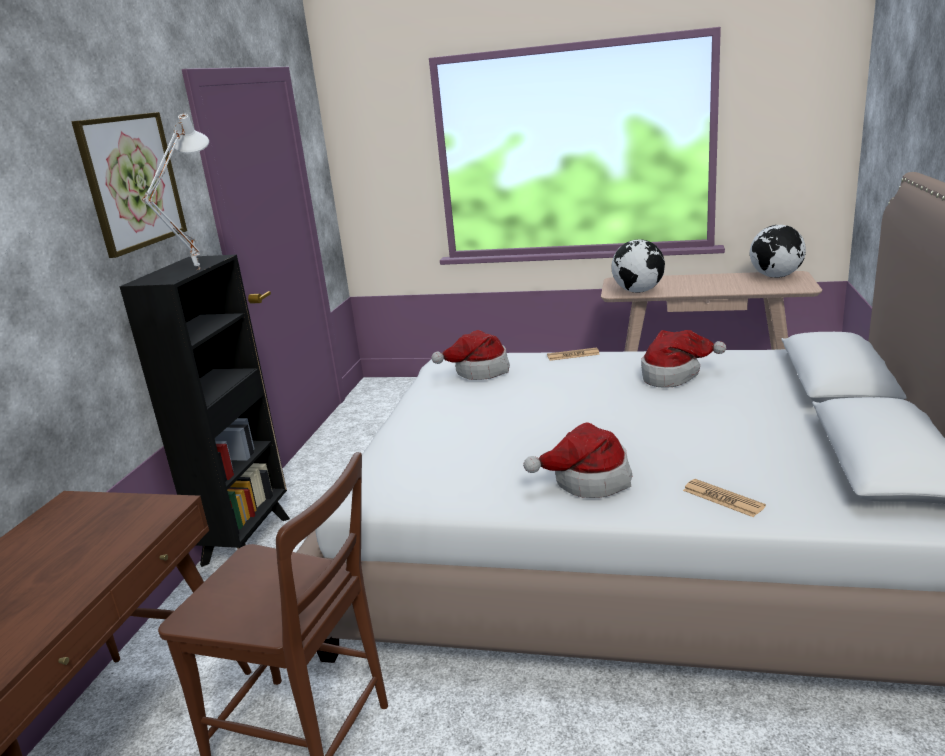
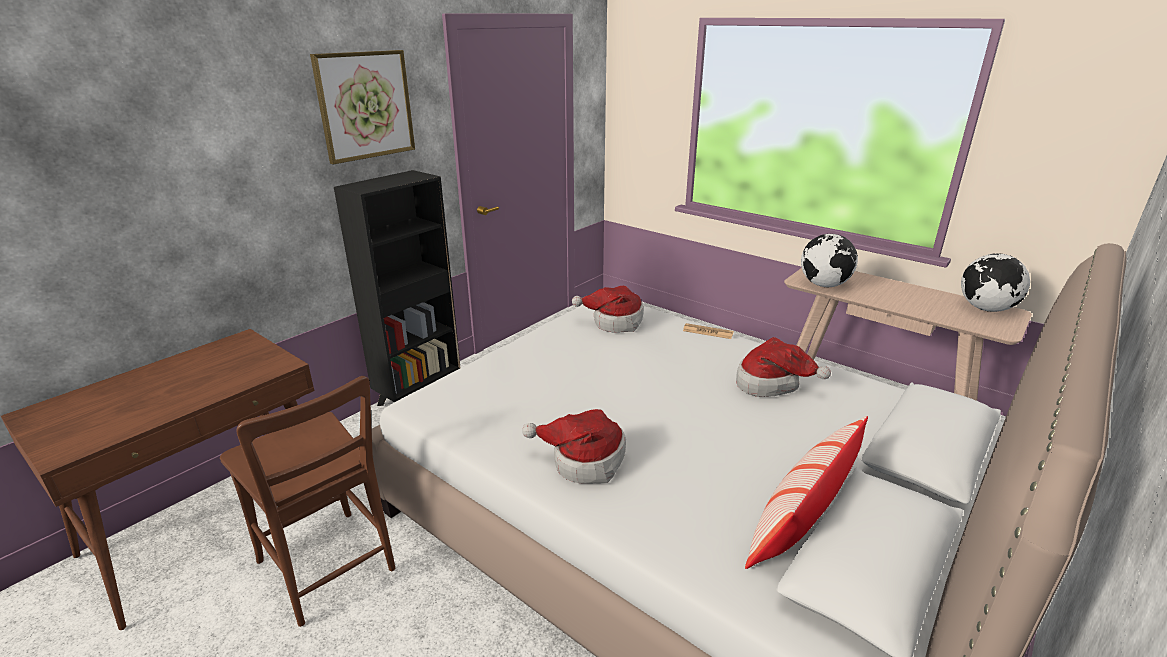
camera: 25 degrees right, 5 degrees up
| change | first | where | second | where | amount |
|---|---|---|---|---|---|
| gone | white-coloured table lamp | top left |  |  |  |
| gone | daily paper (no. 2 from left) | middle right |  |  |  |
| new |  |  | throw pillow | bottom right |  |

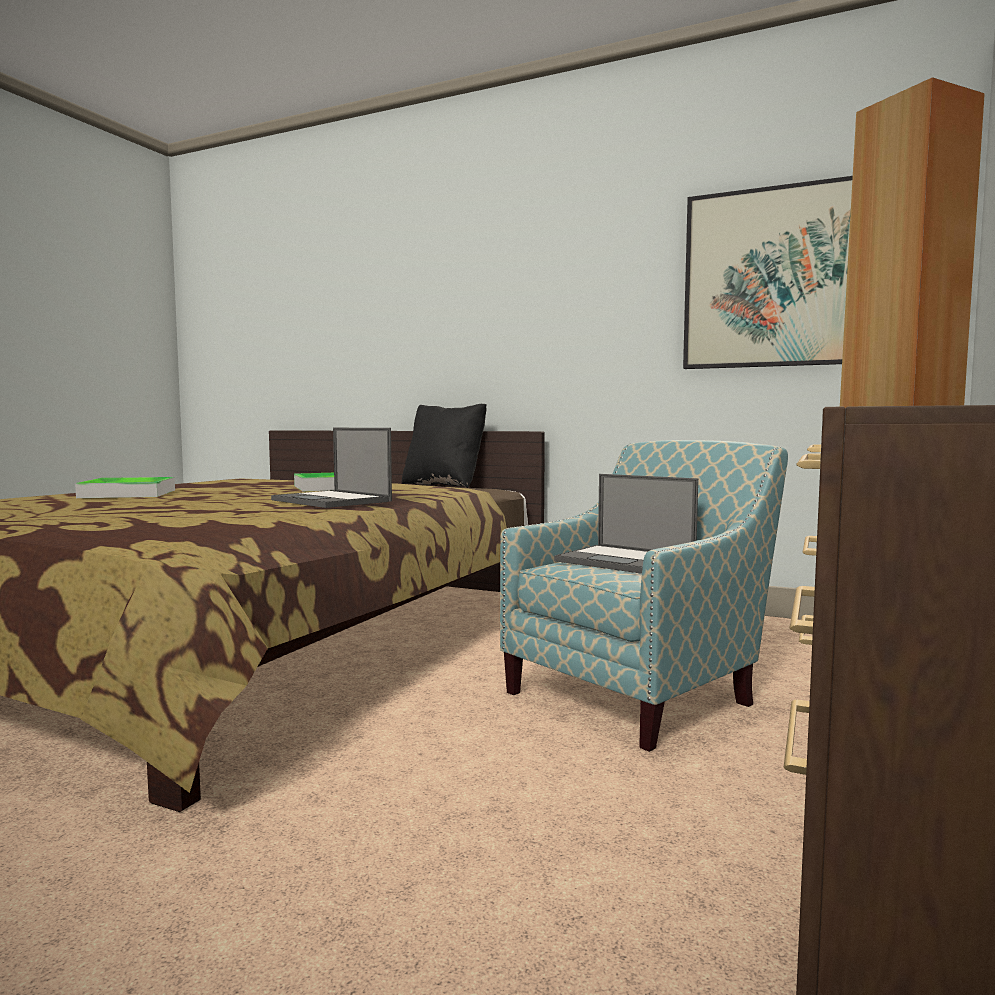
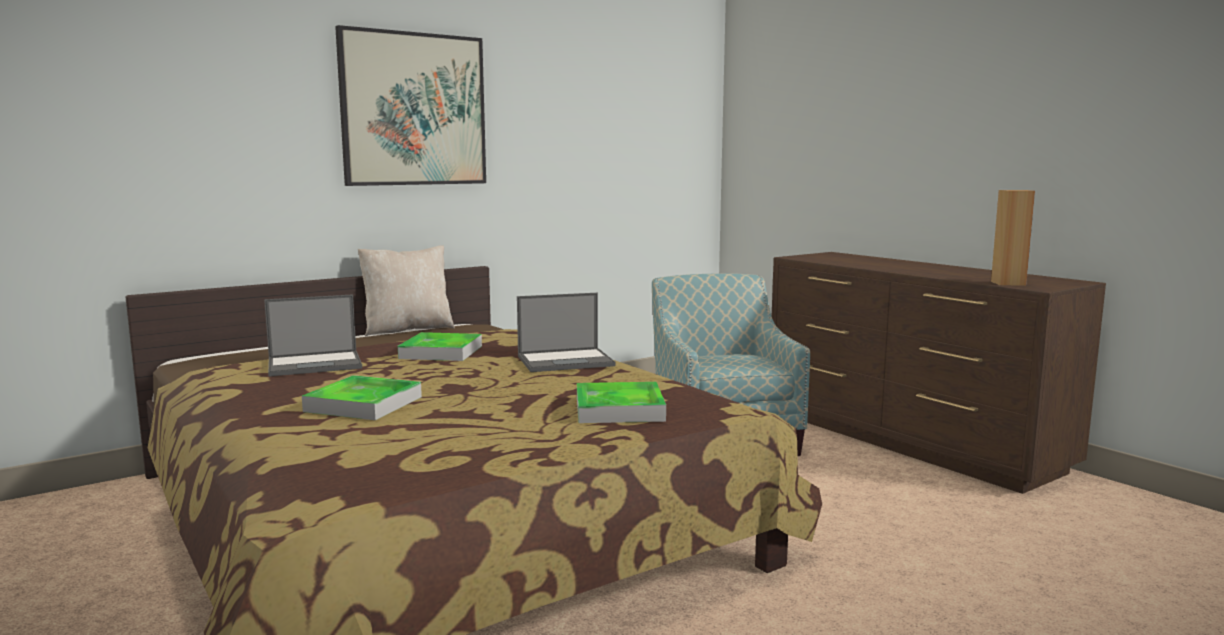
camera: 60 degrees left, 5 degrees up
| change | first | where | second | where | amount |
|---|---|---|---|---|---|
| shifted | wall picture | top right |  | top centre |  |
| repainted | blackish throw pillow | centre | beige-coloured throw pillow | middle left |  |
| shifted | notebook computer (no. 2 from left in the first image) | centre | notebook computer (no. 1 from left) | middle left |  |
| new |  |  | tray (no. 3 from left) | centre |  |

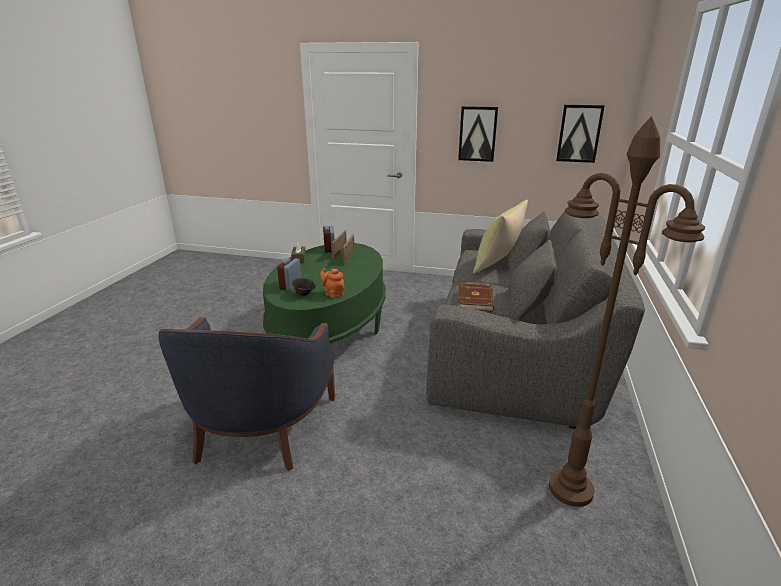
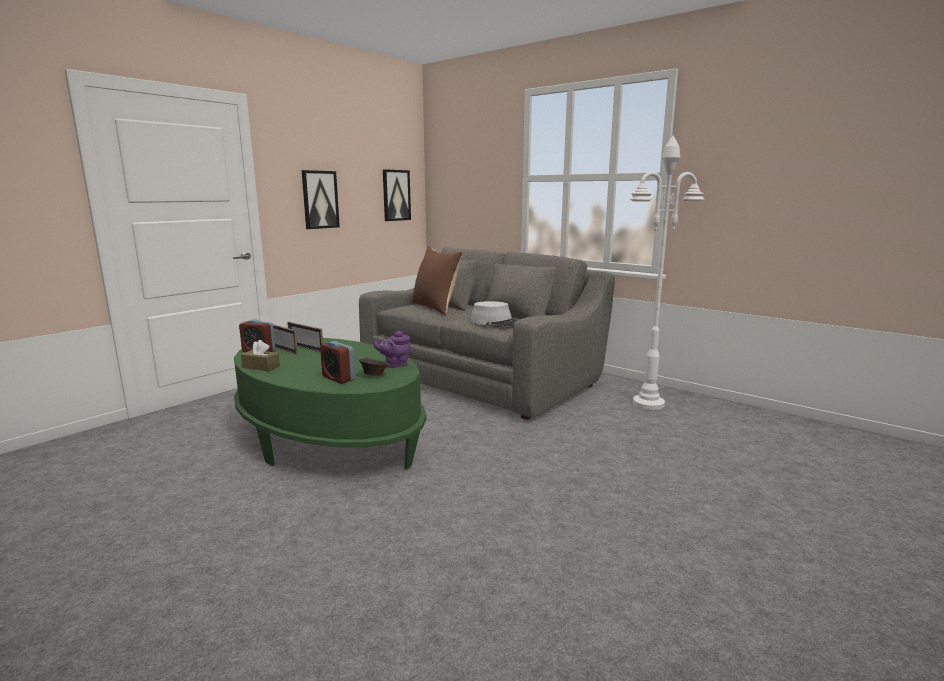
camera: 65 degrees left, 10 degrees down
| change | first | where | second | where | amount |
|---|---|---|---|---|---|
| repainted | brown standing lamp | middle right | white-coloured standing lamp | middle right |  |
| repainted | yellowish throw pillow | centre | brown throw pillow | centre |  |
| repainted | orange teapot | centre | purplish teapot | centre |  |
| swapped | brown book | centre | greyish hat | centre |  |
| gone | blue lounge chair | bottom left |  |  |  |

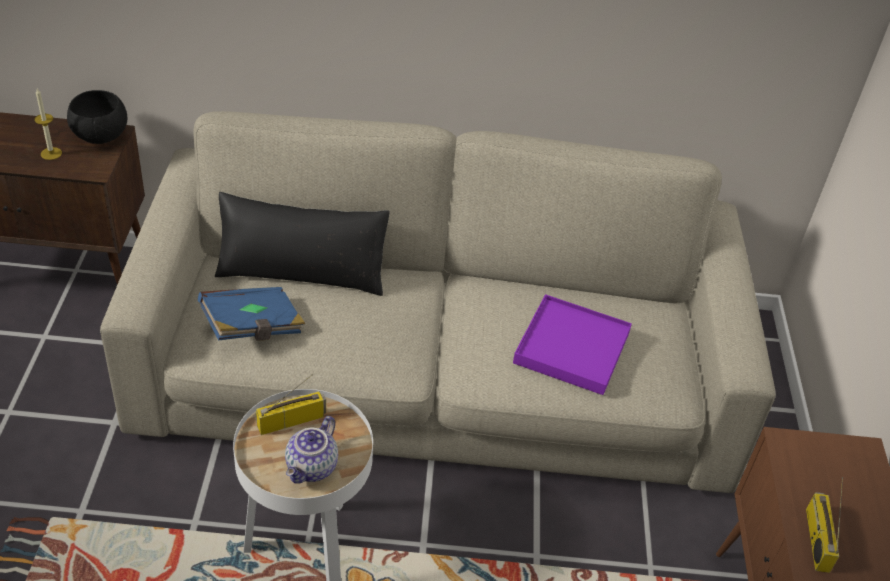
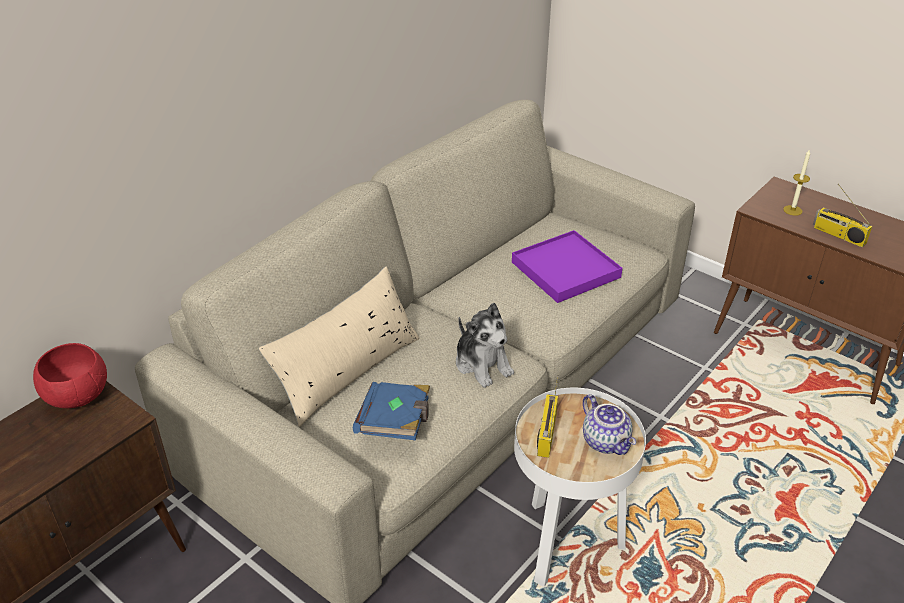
camera: 50 degrees left, 5 degrees down
| change | first | where | second | where | amount |
|---|---|---|---|---|---|
| shifted | wax light | top left |  | top right |  |
| repainted | blackish serving bowl | top left | red-coloured serving bowl | middle left |  |
| repainted | blackish throw pillow | centre | beige-coloured throw pillow | centre |  |
| new |  |  | cuddly toy | centre |  |

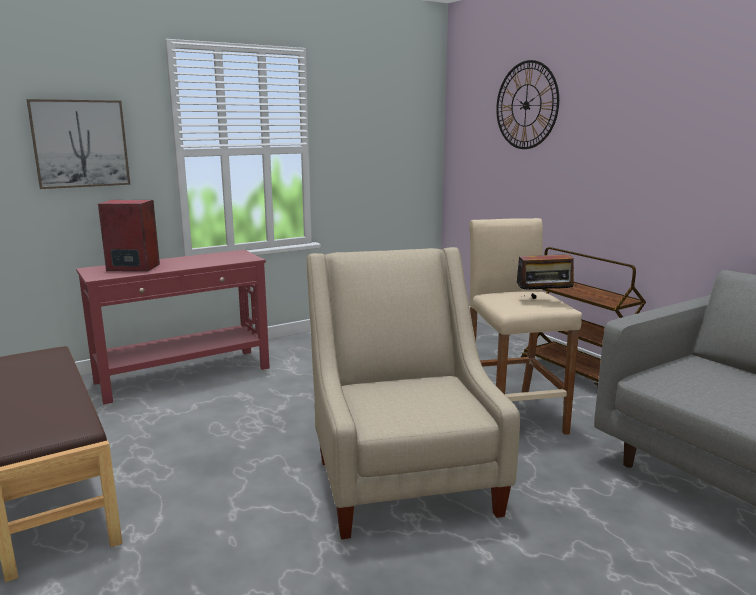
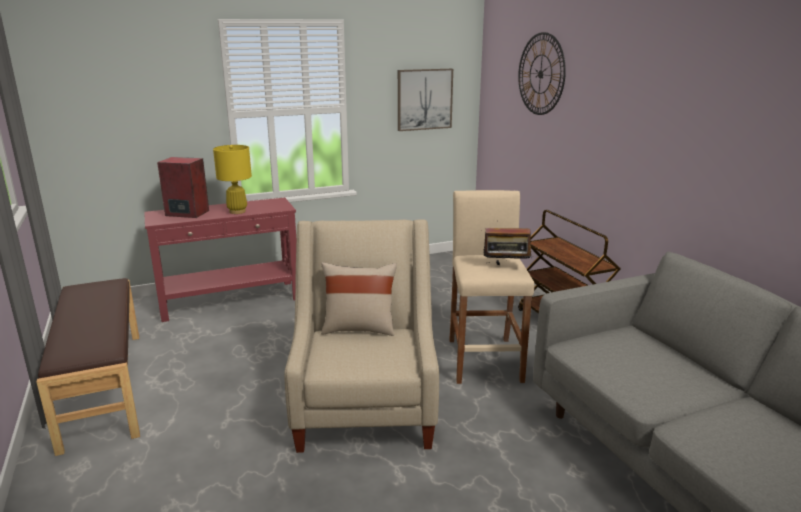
camera: 10 degrees right, 5 degrees up
| change | first | where | second | where | amount |
|---|---|---|---|---|---|
| shifted | wall picture | top left |  | top centre |  |
| new |  |  | yellowish table lamp | middle left |  |
| new |  |  | beige-coloured throw pillow | centre |  |

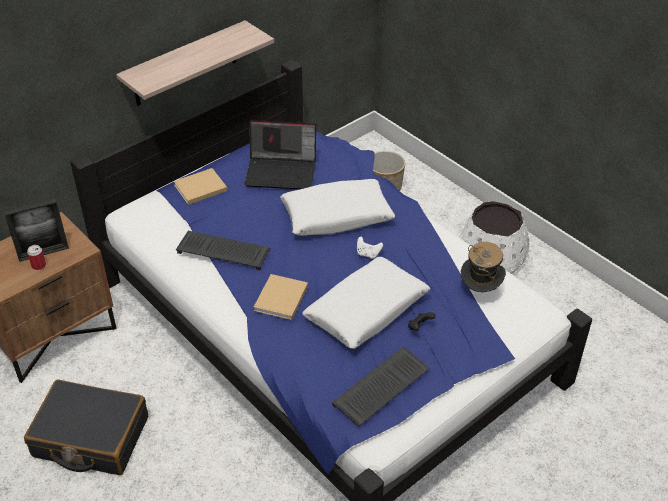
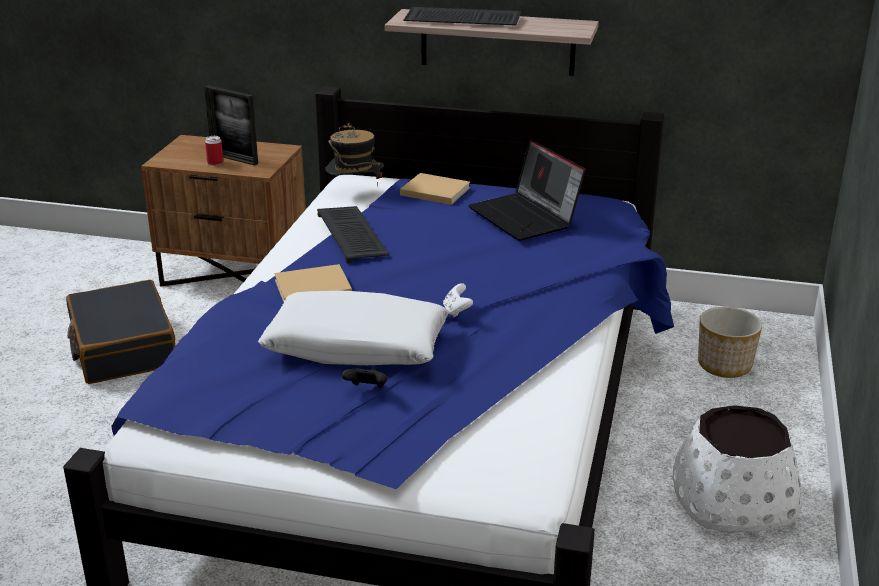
camera: 55 degrees right, 15 degrees down
| change | first | where | second | where | amount |
|---|---|---|---|---|---|
| gone | white-coloured throw pillow (no. 1 from left) | centre |  |  |  |
| shifted | hat | middle right |  | top centre |  |
| shifted | PC keyboard (no. 2 from left) | bottom centre |  | top centre |  |

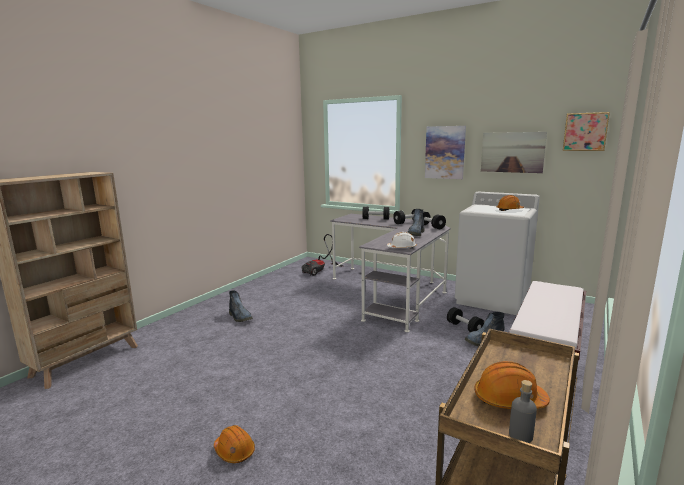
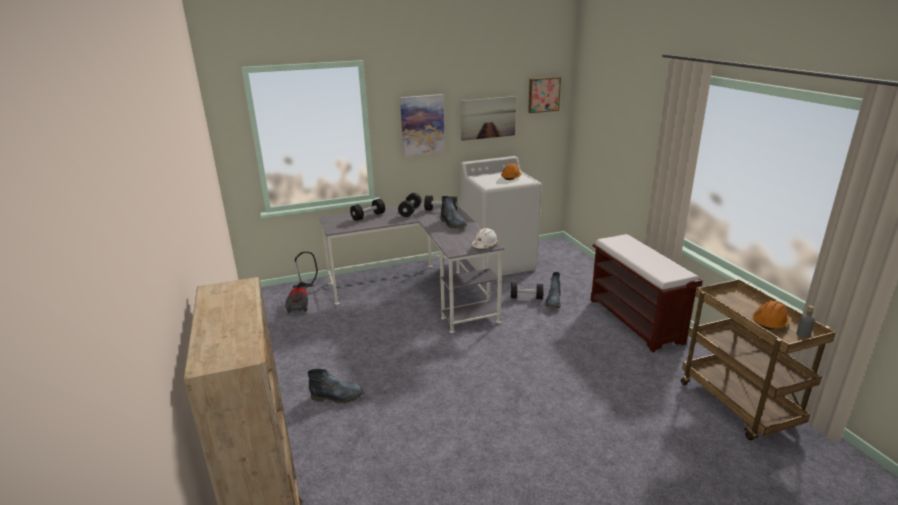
camera: 50 degrees left, 10 degrees up
| change | first | where | second | where | amount |
|---|---|---|---|---|---|
| gone | orange safety helmet (no. 1 from left) | bottom centre |  |  |  |

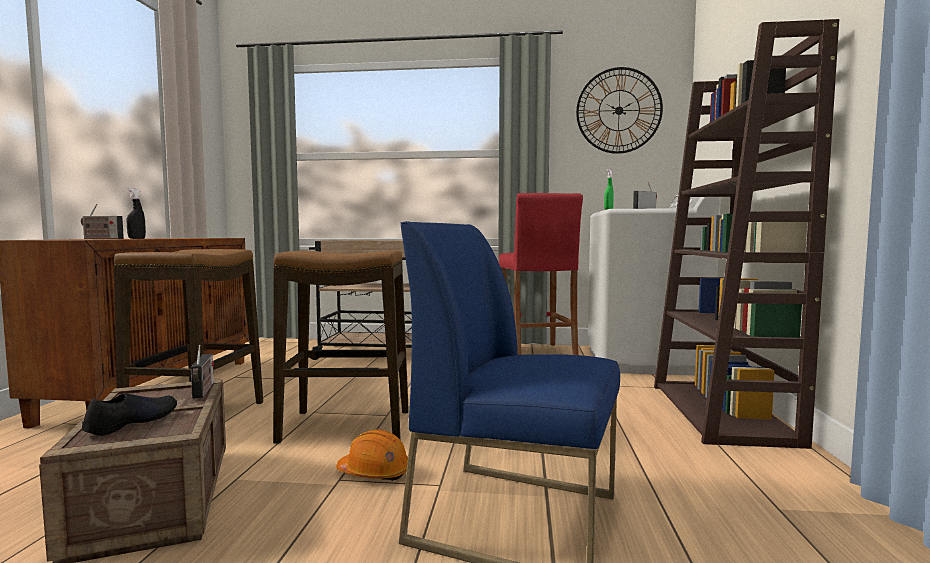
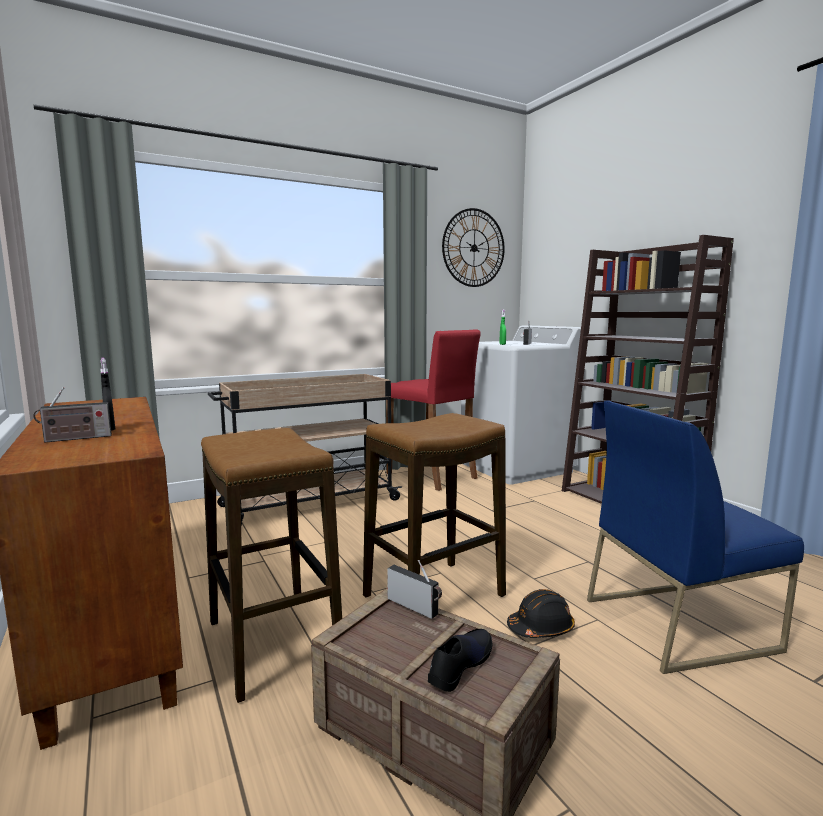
camera: 35 degrees left, 5 degrees up
| change | first | where | second | where | amount |
|---|---|---|---|---|---|
| rotated | blackish item of footwear | bottom left |  | bottom centre | 45 degrees clockwise |
| repainted | orange safety helmet | bottom centre | blackish safety helmet | bottom centre |  |

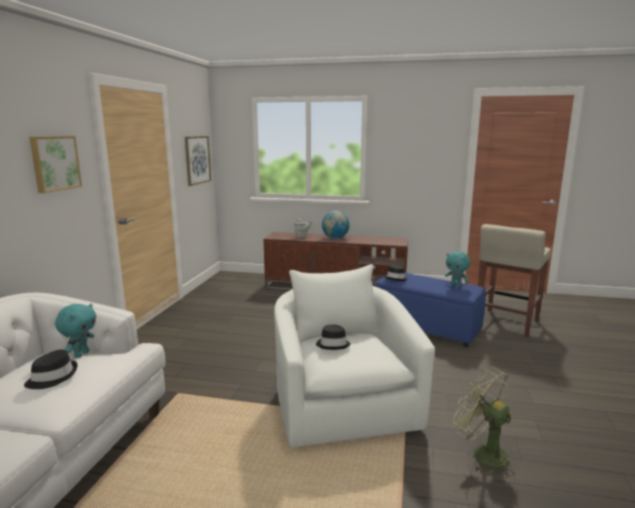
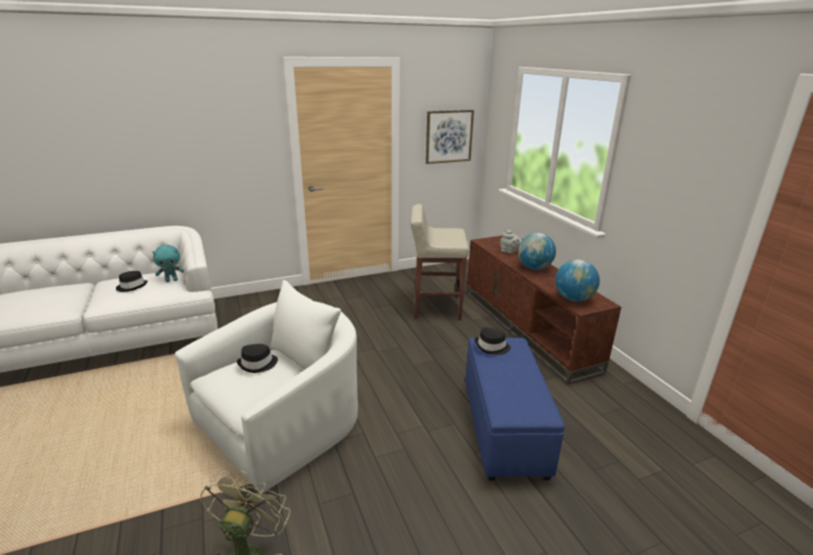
camera: 55 degrees right, 10 degrees up
| change | first | where | second | where | amount |
|---|---|---|---|---|---|
| gone | wall picture (no. 1 from left) | top left |  |  |  |
| shifted | beige-coloured sitting stool | middle right |  | centre |  |
| gone | turquoise cuddly toy (no. 2 from left) | middle right |  |  |  |
| new |  |  | desk globe (no. 2 from left) | middle right |  |

